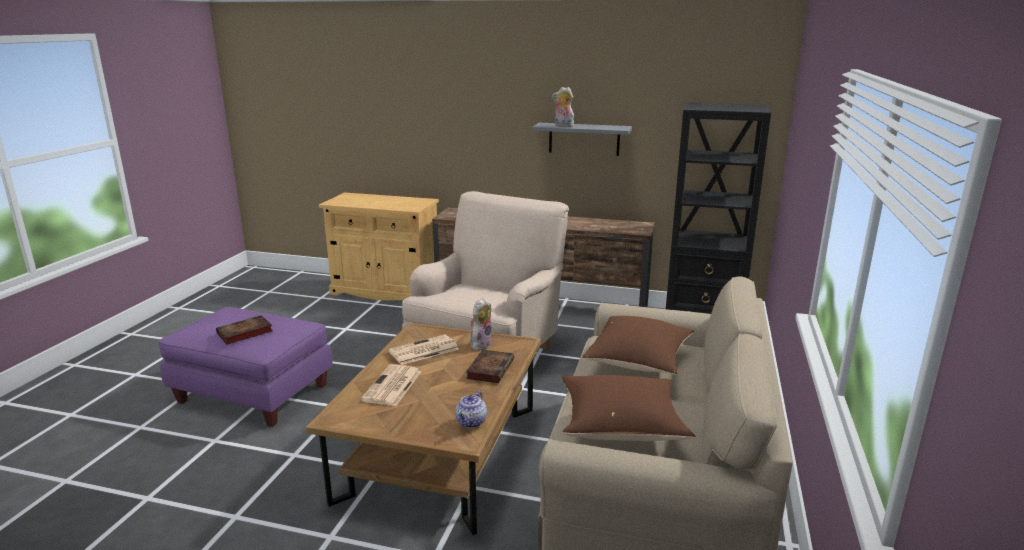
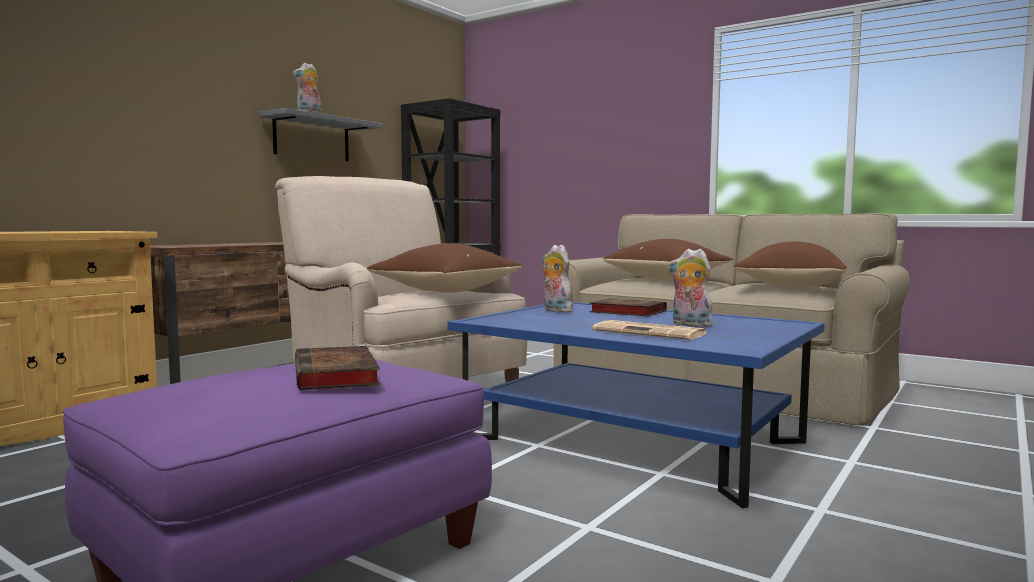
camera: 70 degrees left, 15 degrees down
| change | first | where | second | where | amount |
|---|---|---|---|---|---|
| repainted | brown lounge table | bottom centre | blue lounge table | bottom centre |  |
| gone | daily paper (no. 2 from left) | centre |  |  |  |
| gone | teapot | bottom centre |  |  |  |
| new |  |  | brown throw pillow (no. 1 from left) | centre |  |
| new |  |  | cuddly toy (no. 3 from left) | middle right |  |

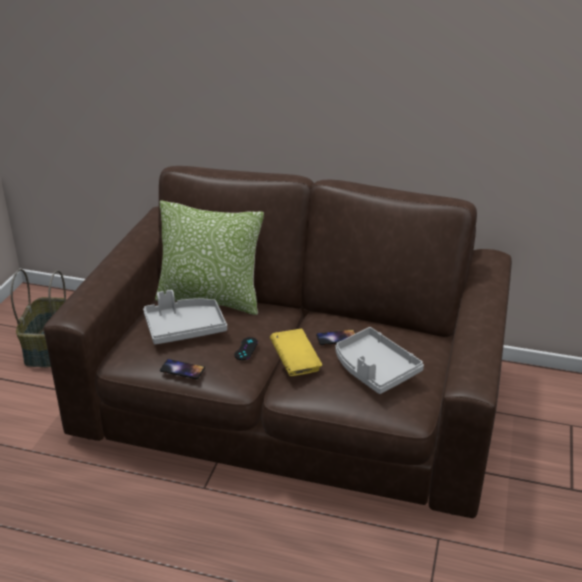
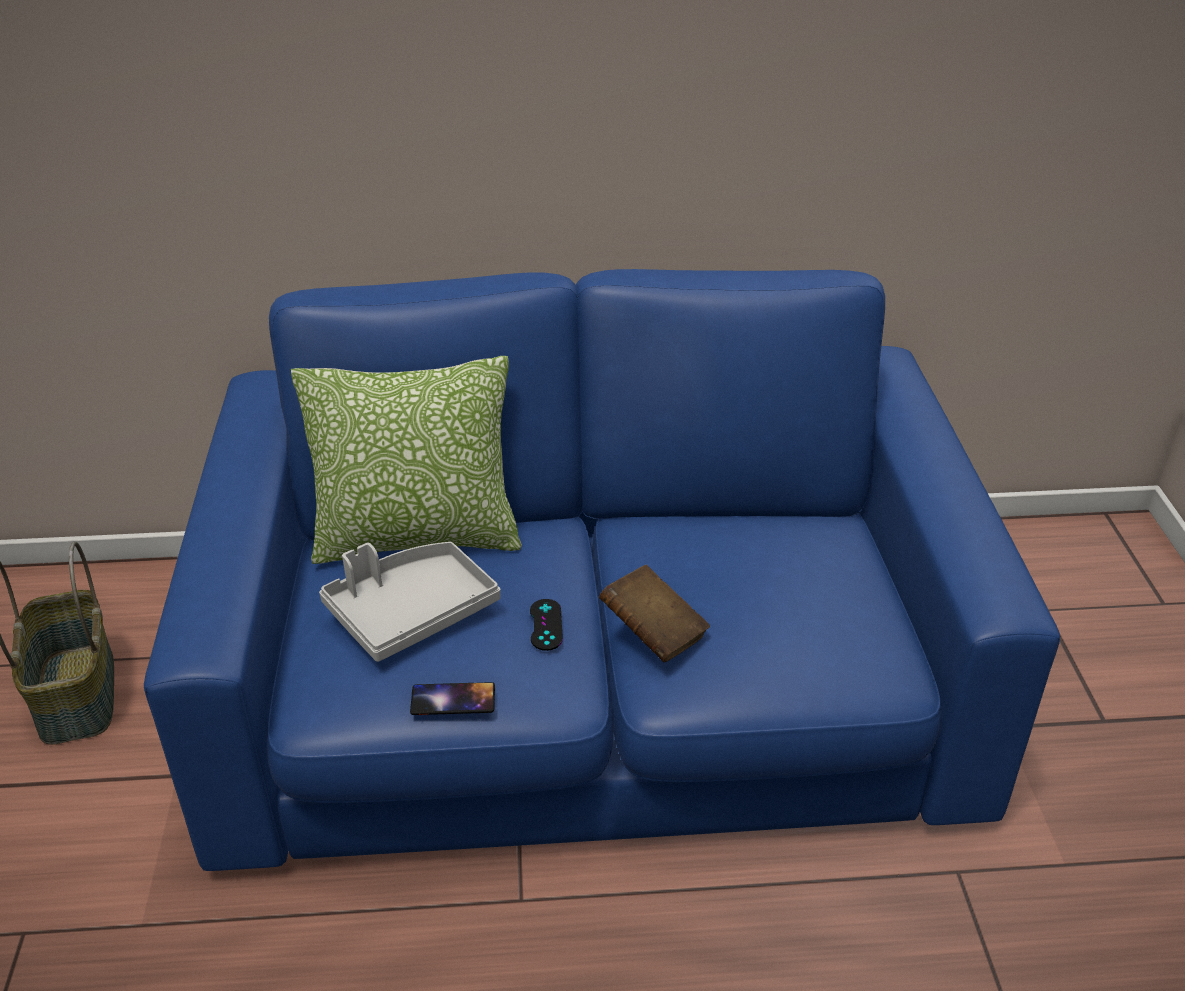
camera: 20 degrees left, 5 degrees up
| change | first | where | second | where | amount |
|---|---|---|---|---|---|
| repainted | brown settee | centre | blue settee | centre |  |
| gone | greyish tray (no. 2 from left) | centre |  |  |  |
| repainted | yellowish book | centre | brown book | centre |  |
| gone | handset (no. 2 from left) | centre |  |  |  |

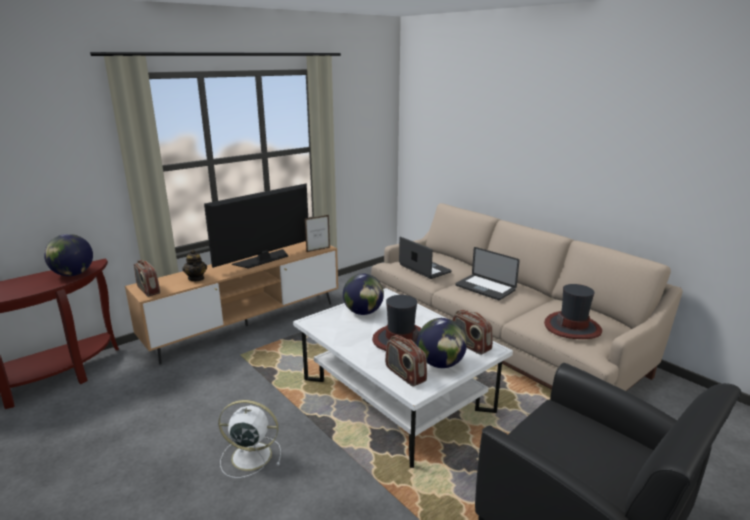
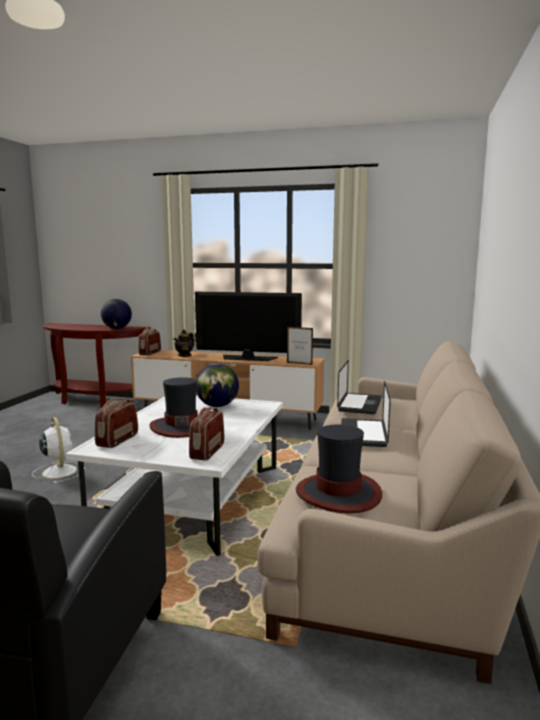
camera: 55 degrees right, 10 degrees down
| change | first | where | second | where | amount |
|---|---|---|---|---|---|
| gone | desk globe (no. 3 from left) | centre |  |  |  |

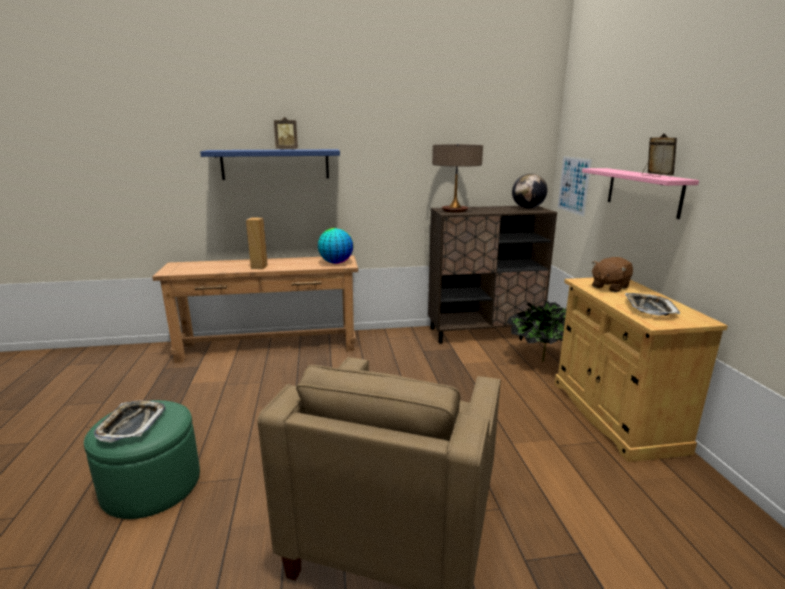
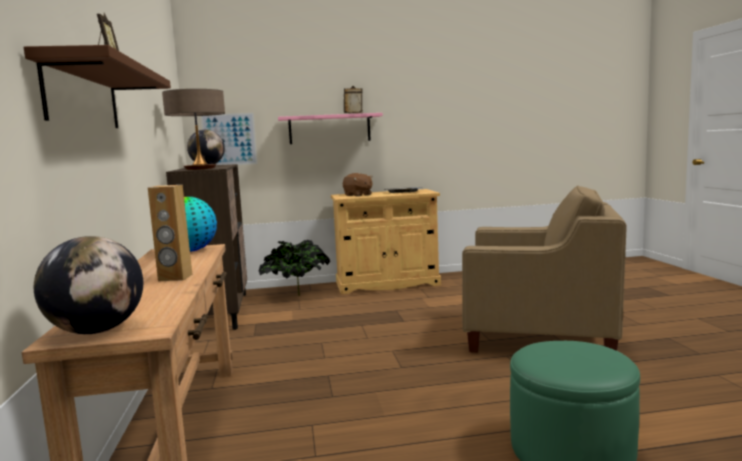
camera: 90 degrees left, 10 degrees down
| change | first | where | second | where | amount |
|---|---|---|---|---|---|
| repainted | blue shelf | top centre | brown shelf | top left |  |
| gone | tray (no. 1 from left) | bottom left |  |  |  |
| new |  |  | desk globe (no. 1 from left) | middle left |  |

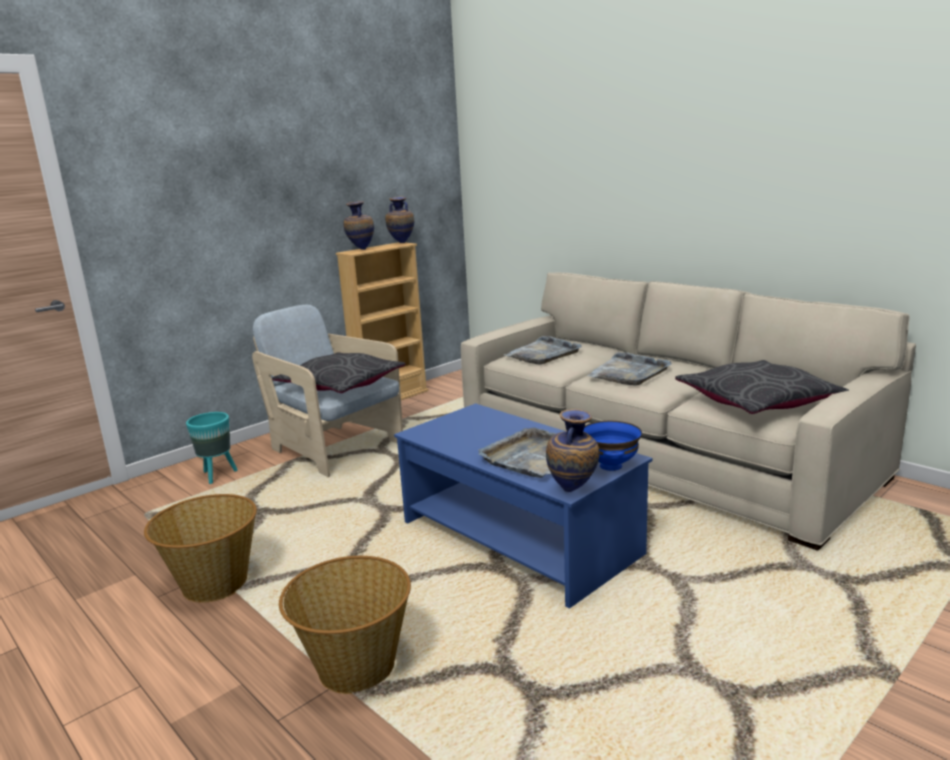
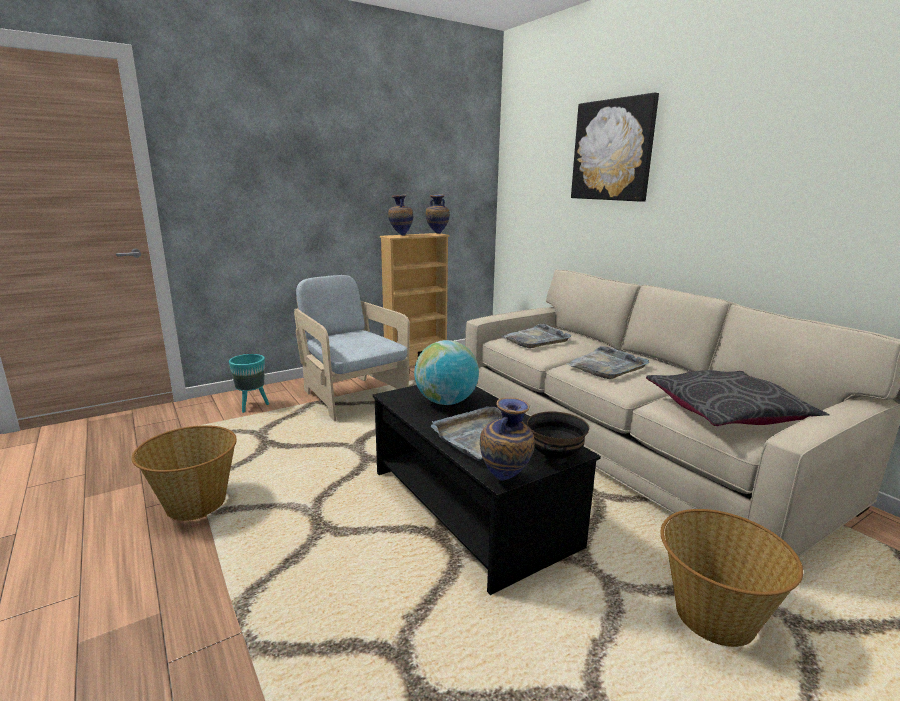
camera: 10 degrees right, 0 degrees up
| change | first | where | second | where | amount |
|---|---|---|---|---|---|
| gone | greyish throw pillow (no. 1 from left) | centre |  |  |  |
| repainted | blue lounge table | centre | blackish lounge table | bottom centre |  |
| repainted | blue serving bowl | centre | blackish serving bowl | centre |  |
| shifted | storage basket (no. 2 from left) | bottom centre |  | bottom right |  |
| new |  |  | wall picture | top right |  |
| new |  |  | desk globe | centre |  |

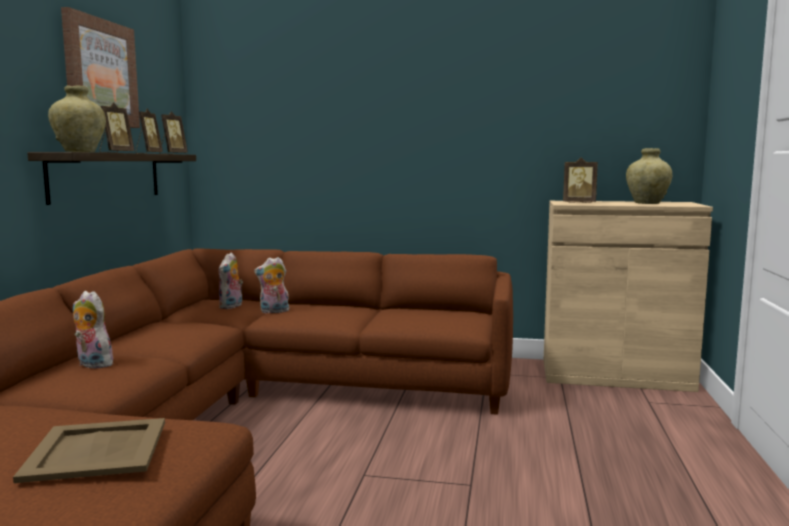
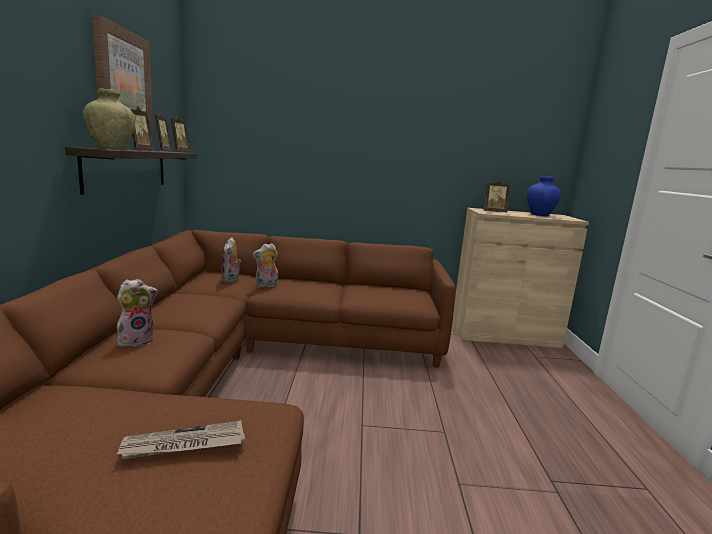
camera: 10 degrees left, 5 degrees up
| change | first | where | second | where | amount |
|---|---|---|---|---|---|
| repainted | beige-coloured vase (no. 2 from left) | middle right | blue vase | middle right |  |
| rotated | cuddly toy (no. 1 from left) | middle left |  | middle left | 120 degrees clockwise |
| swapped | beige-coloured tray | bottom left | daily paper | bottom left |  |

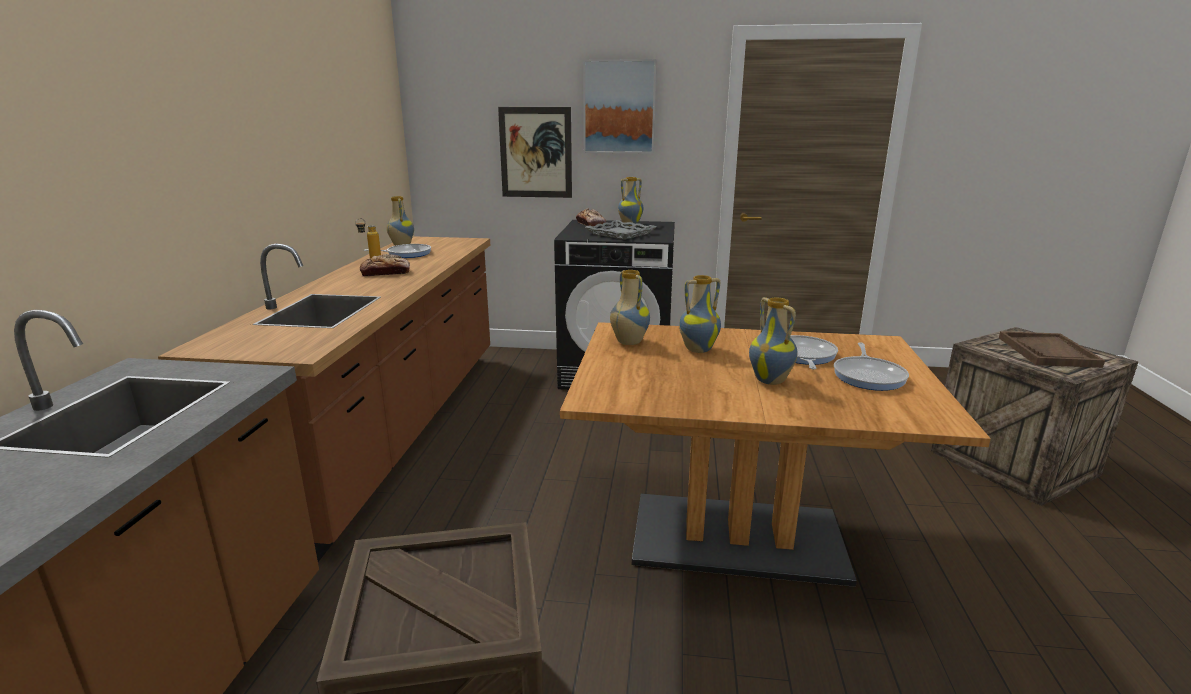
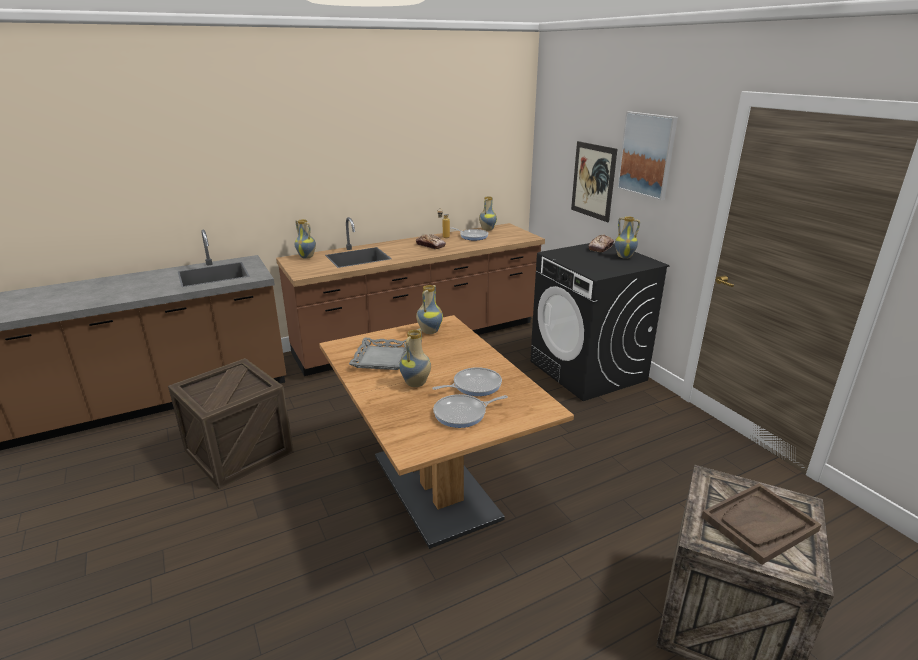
camera: 55 degrees right, 5 degrees up
| change | first | where | second | where | amount |
|---|---|---|---|---|---|
| shifted | greyish tray | top centre |  | centre |  |
| shifted | vase (no. 4 from left in the first image) | centre | vase (no. 1 from left) | middle left |  |

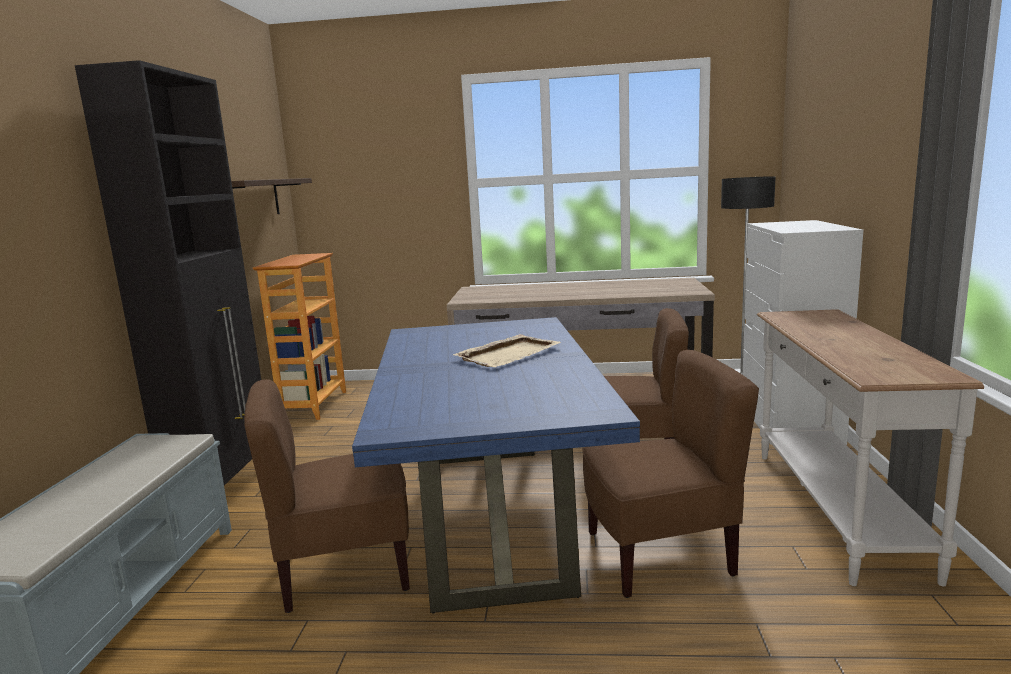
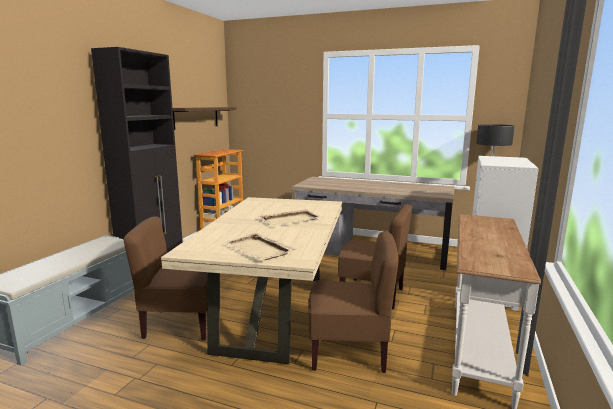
camera: 15 degrees right, 0 degrees up
| change | first | where | second | where | amount |
|---|---|---|---|---|---|
| repainted | blue dinner table | bottom centre | beige-coloured dinner table | bottom centre |  |
| new |  |  | beige-coloured tray (no. 1 from left) | centre |  |

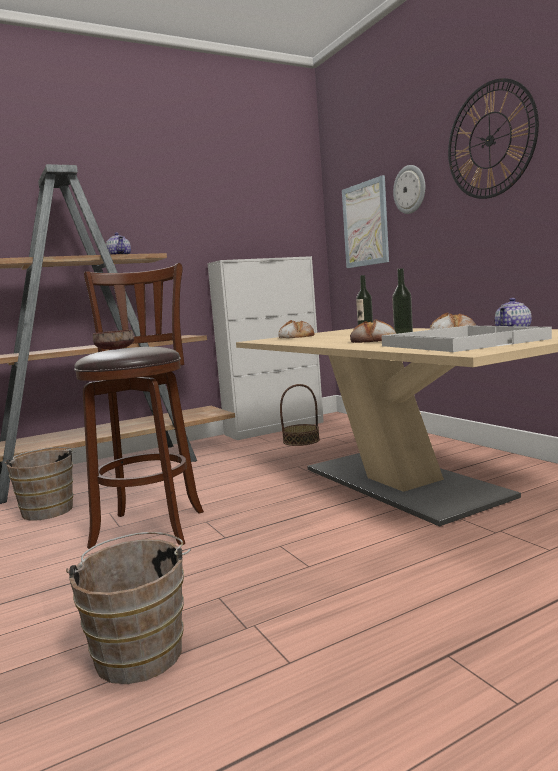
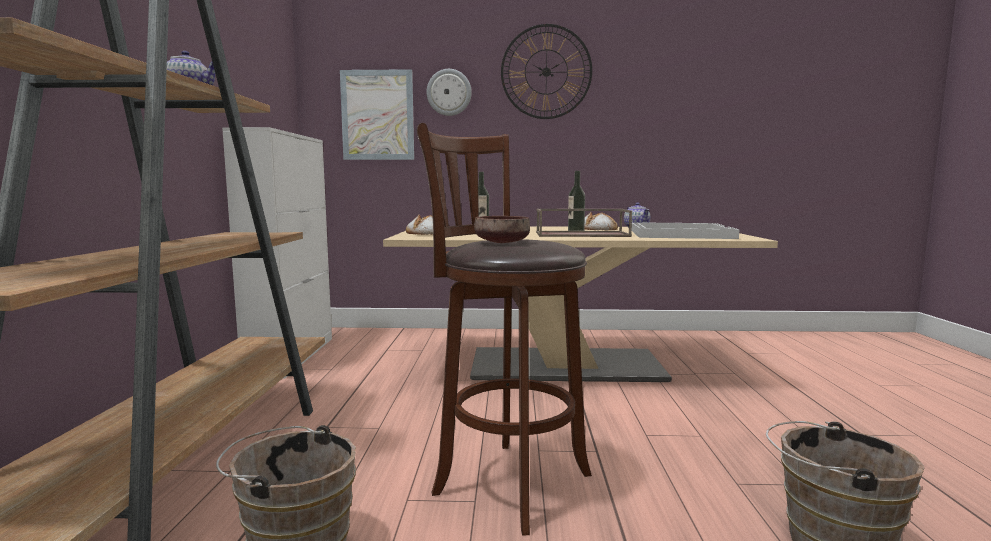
camera: 60 degrees left, 0 degrees up
| change | first | where | second | where | amount |
|---|---|---|---|---|---|
| swapped | bakery bread (no. 2 from left) | middle right | brown tray | centre |  |
| gone | storage basket | centre |  |  |  |

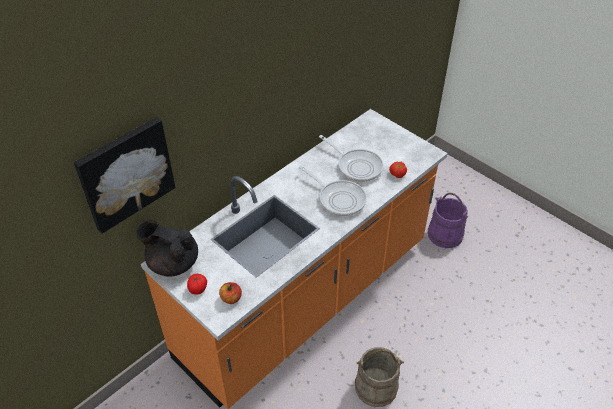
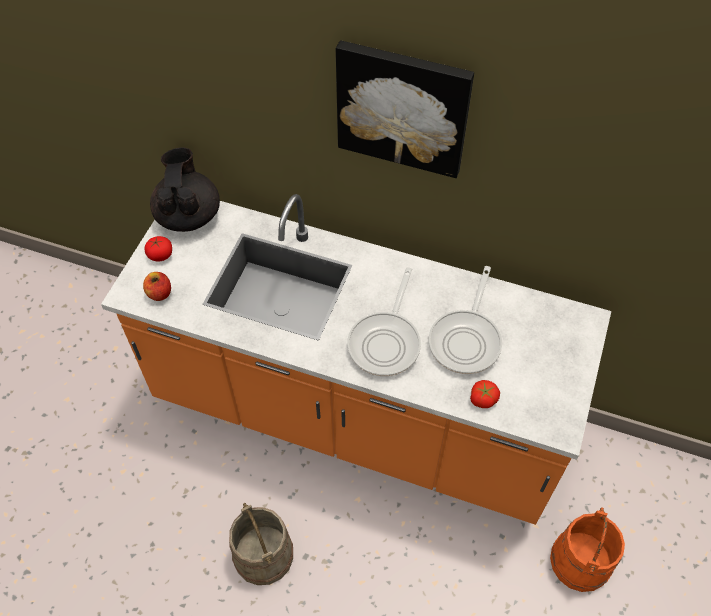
camera: 65 degrees right, 10 degrees up
| change | first | where | second | where | amount |
|---|---|---|---|---|---|
| shifted | wall picture | middle left |  | top centre |  |
| repainted | purplish pail | middle right | orange pail | bottom right |  |

